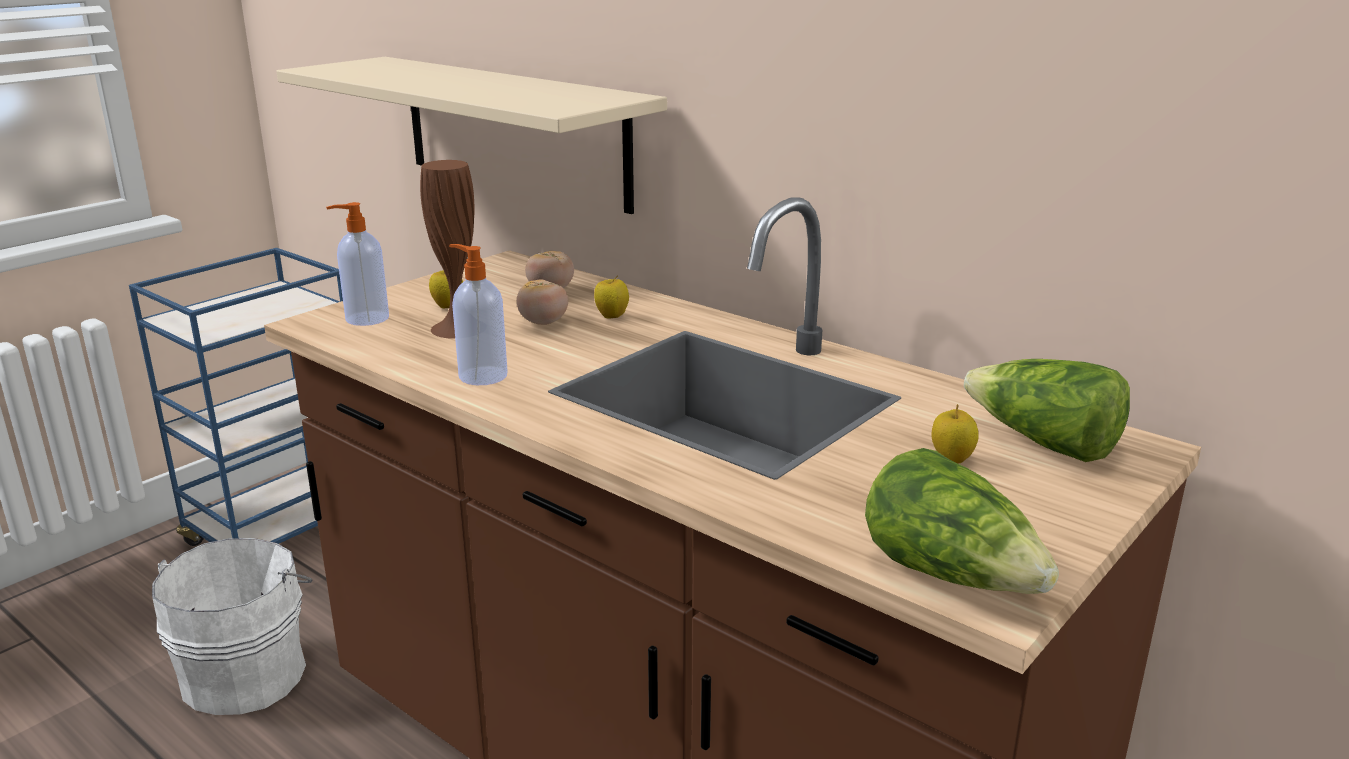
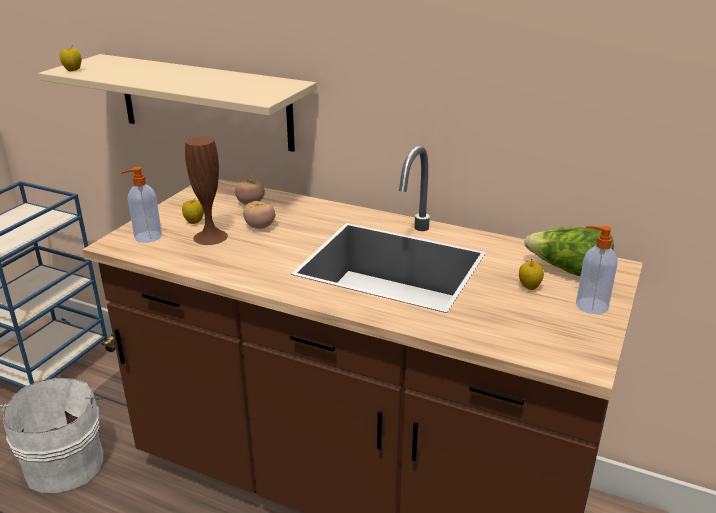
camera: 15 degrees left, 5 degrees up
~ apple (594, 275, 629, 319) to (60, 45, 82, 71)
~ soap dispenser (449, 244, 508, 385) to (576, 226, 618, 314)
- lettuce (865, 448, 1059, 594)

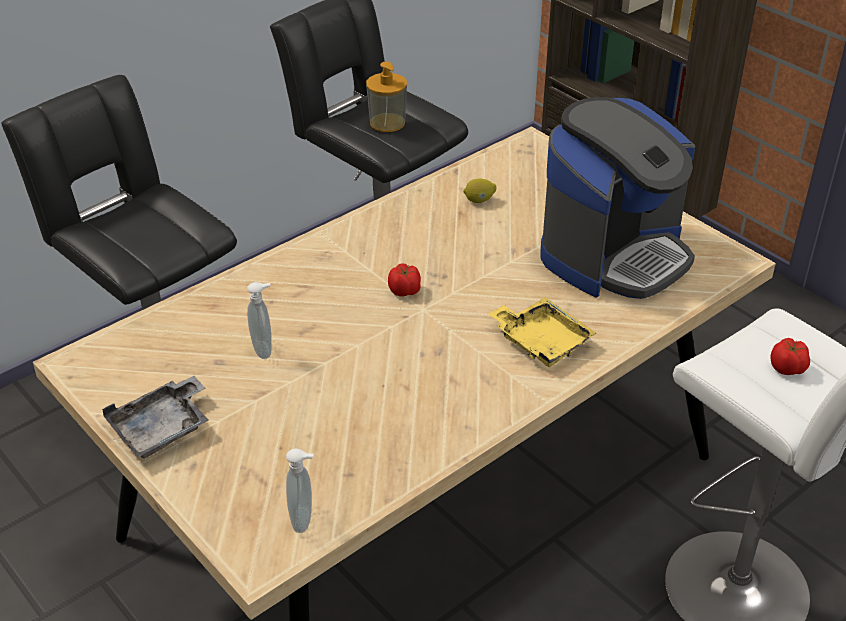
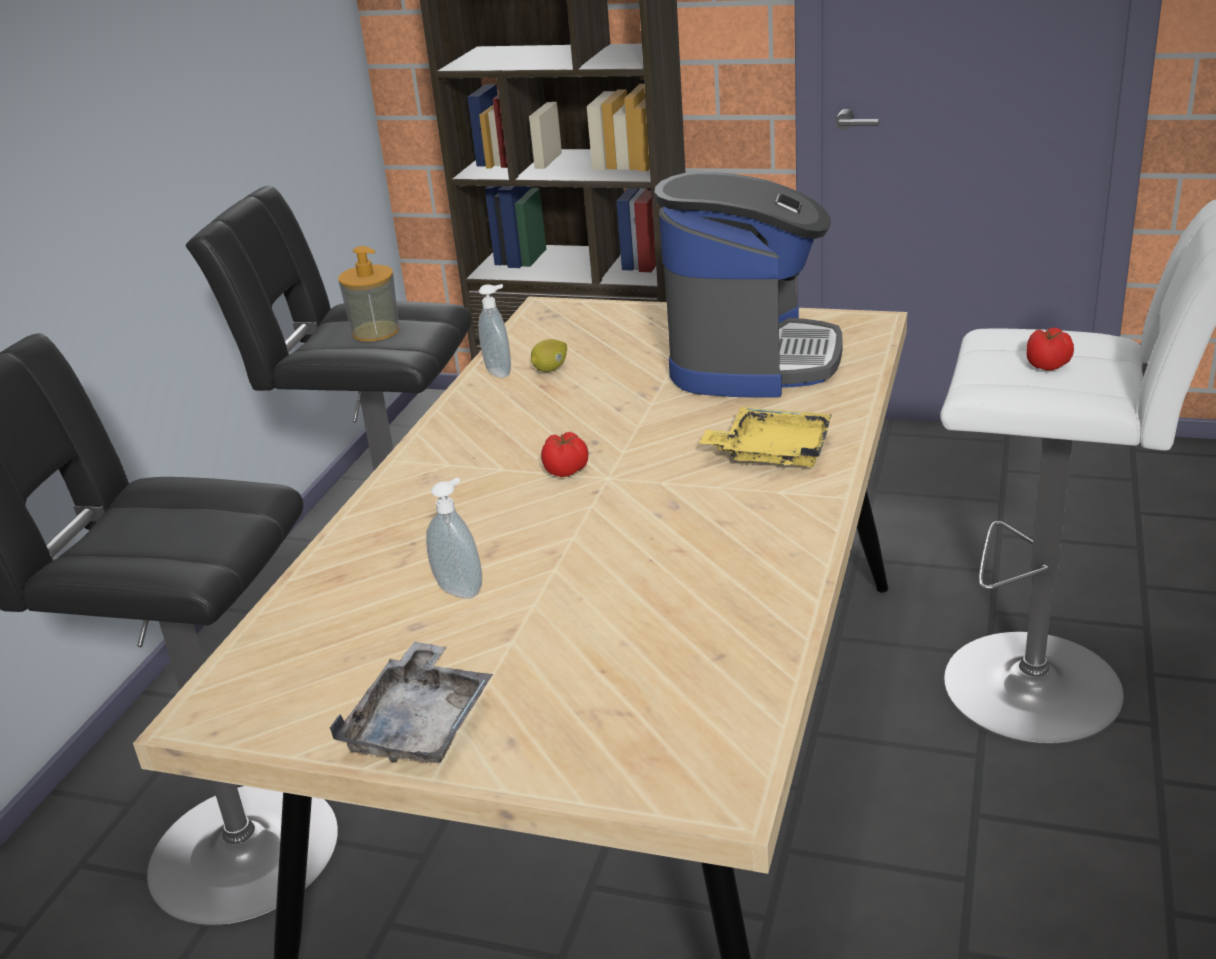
camera: 30 degrees left, 10 degrees down
~ soap dispenser (286, 448, 314, 533) to (478, 284, 511, 378)

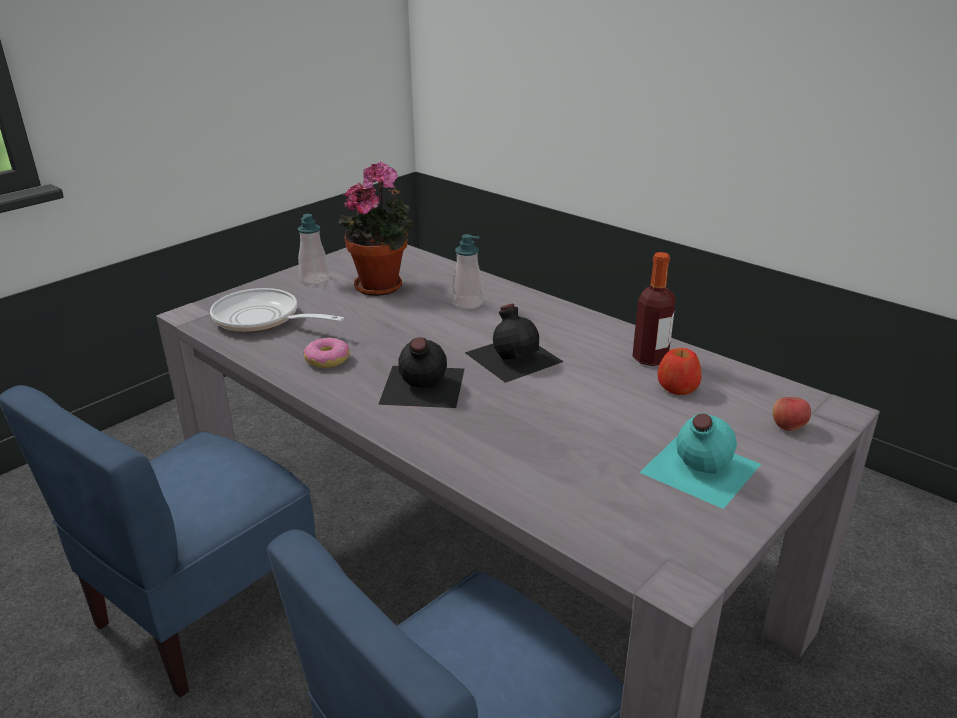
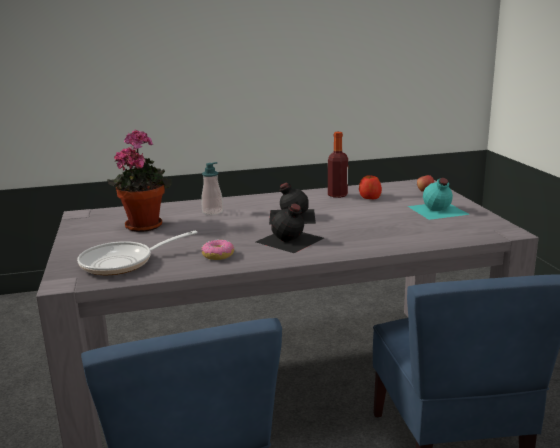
camera: 55 degrees left, 10 degrees down
- soap dispenser (298, 214, 329, 284)

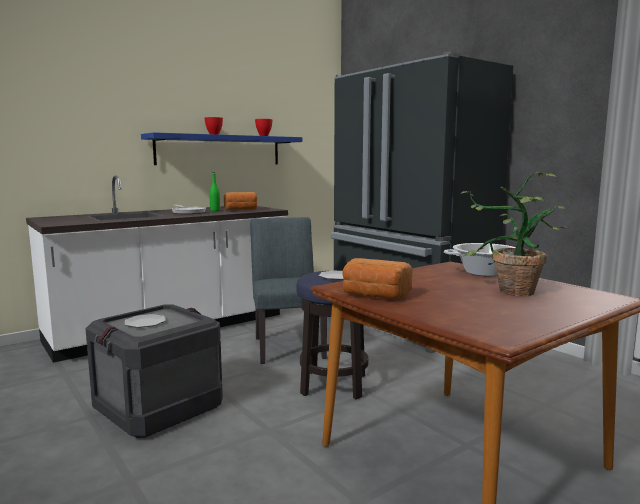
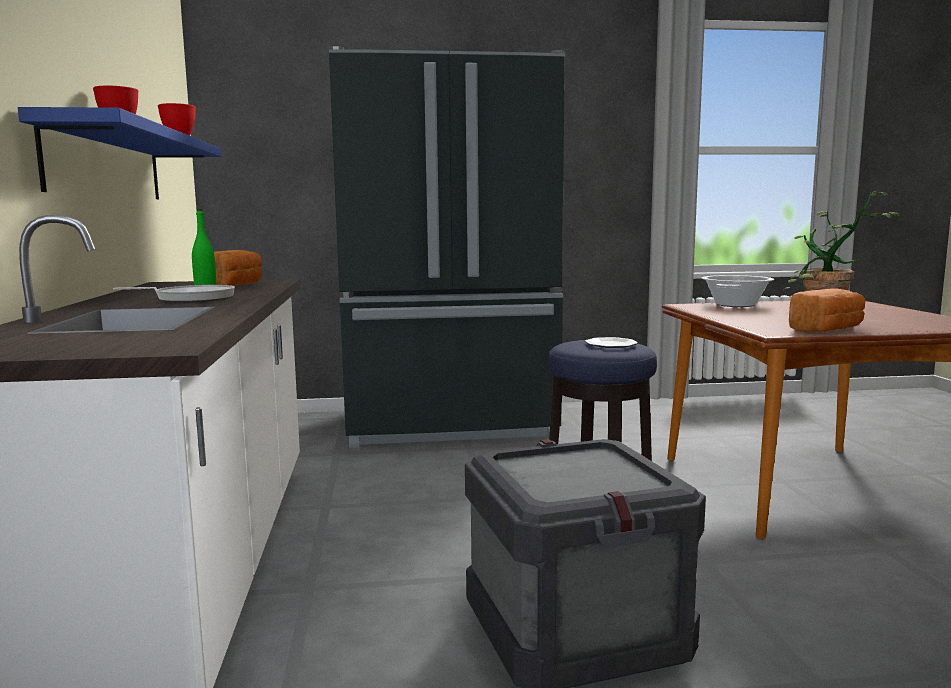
camera: 60 degrees left, 0 degrees up
- plate (125, 314, 166, 328)
- grey chair (250, 217, 327, 364)

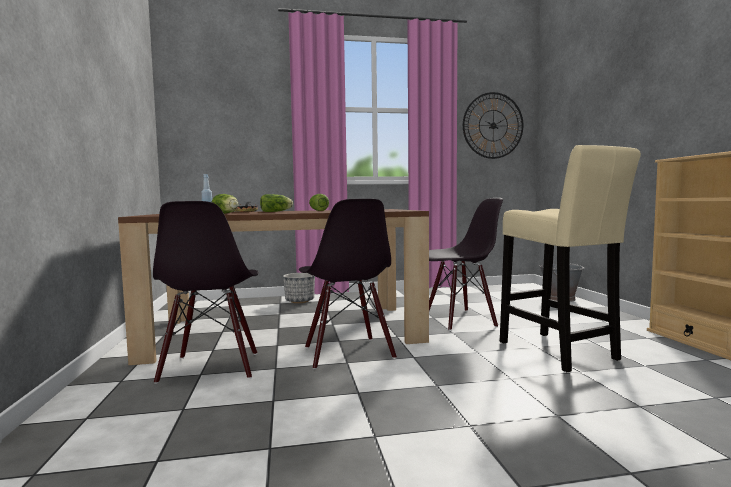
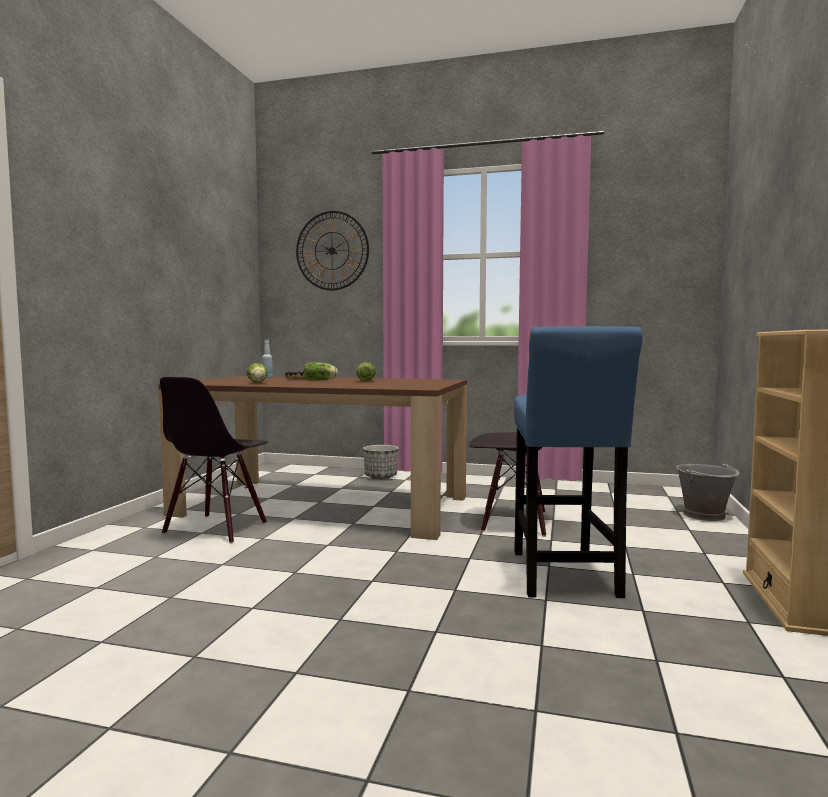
camera: 25 degrees right, 0 degrees up
~ wall clock (463, 92, 523, 159) to (296, 211, 369, 291)
~ beige stool (500, 145, 641, 372) to blue stool (514, 326, 643, 598)
- black chair (299, 199, 397, 369)

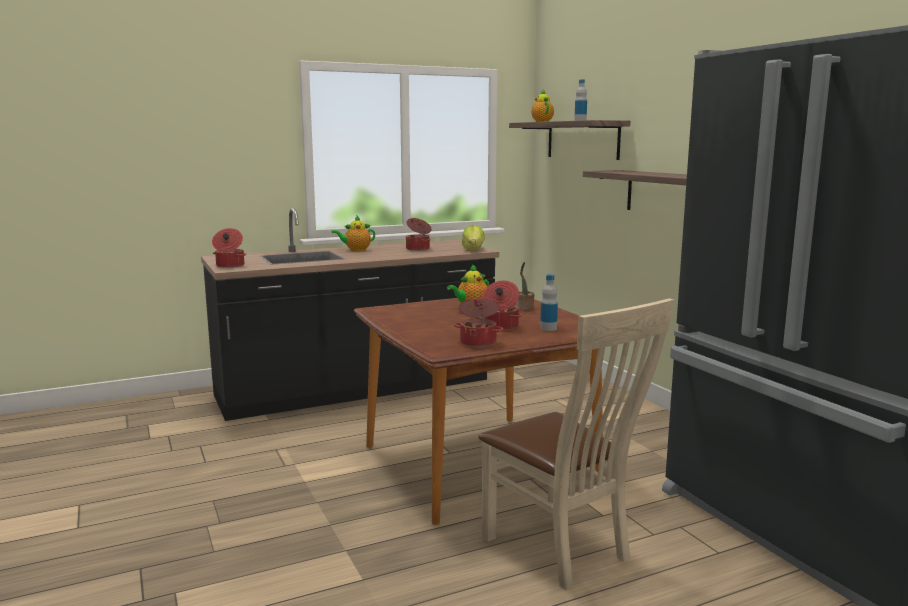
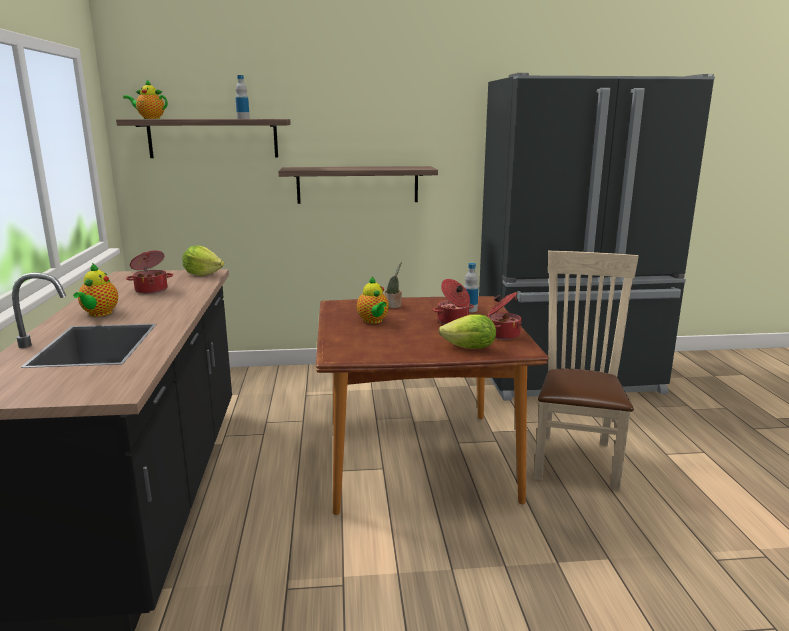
camera: 70 degrees left, 5 degrees up
+ lettuce (439, 314, 496, 349)
~ beige chair (478, 298, 674, 590) = (534, 251, 639, 491) 60 degrees counterclockwise
- cooking pot (212, 228, 246, 268)

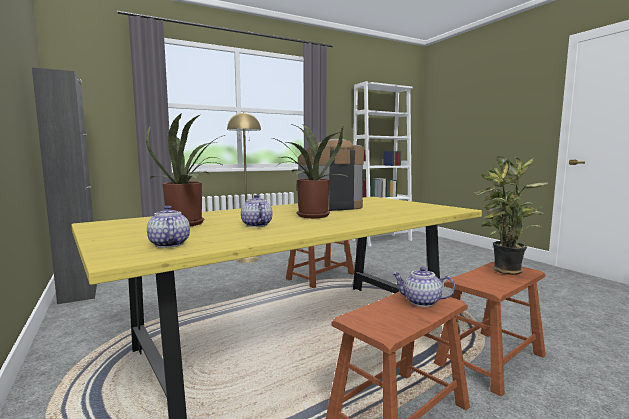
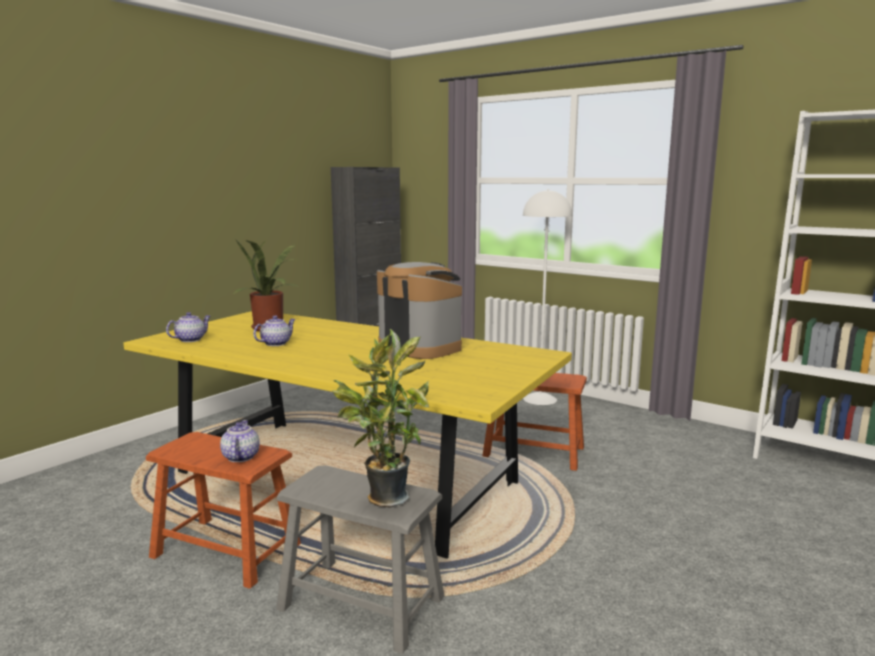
camera: 65 degrees right, 5 degrees up
~ brown stool (434, 262, 546, 397) to grey stool (276, 465, 444, 654)
~ yellow floor lamp (227, 112, 261, 263) to white floor lamp (523, 189, 572, 405)
- potted plant (272, 124, 349, 218)

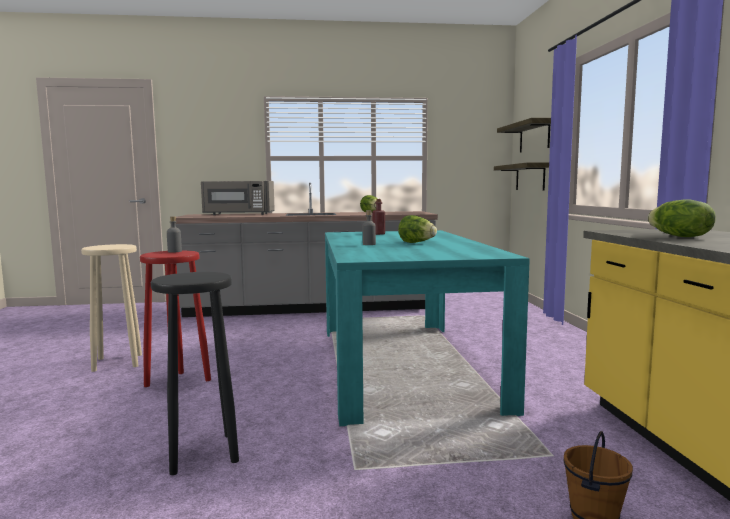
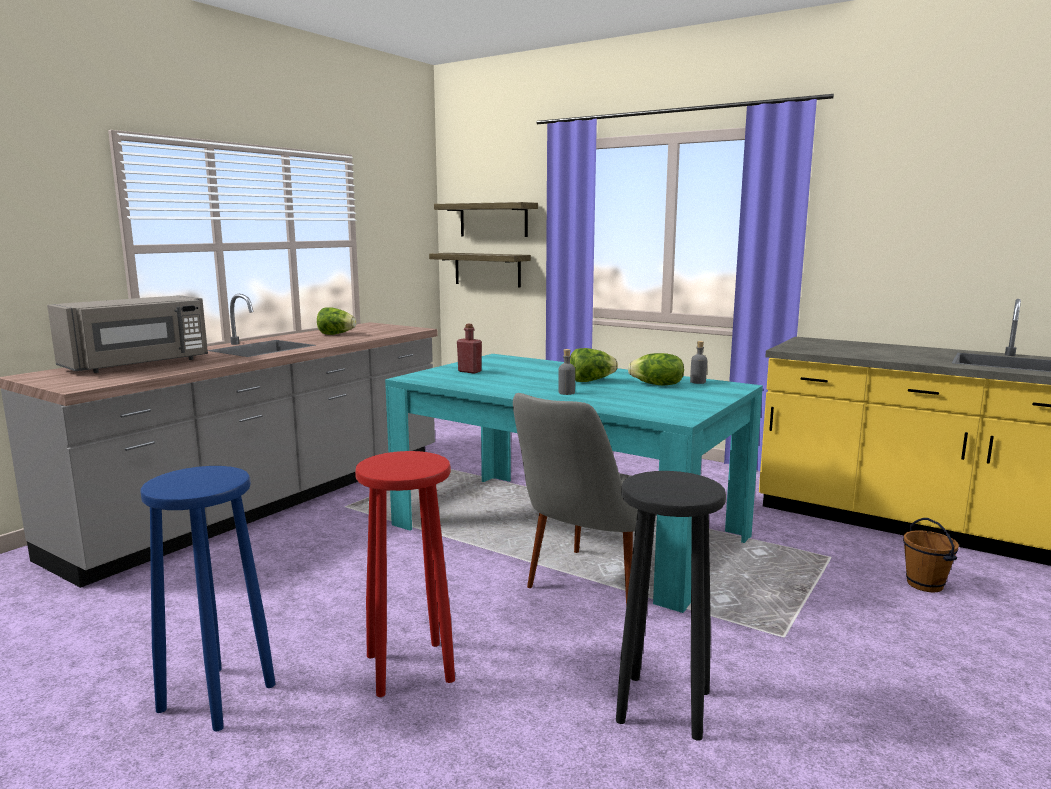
camera: 50 degrees left, 5 degrees up
~ beige stool (81, 244, 142, 372) to blue stool (140, 466, 276, 731)
+ grey chair (513, 393, 657, 606)
~ lettuce (648, 199, 716, 237) to (628, 353, 684, 386)
~ grey bottle (167, 216, 182, 253) to (690, 341, 707, 384)

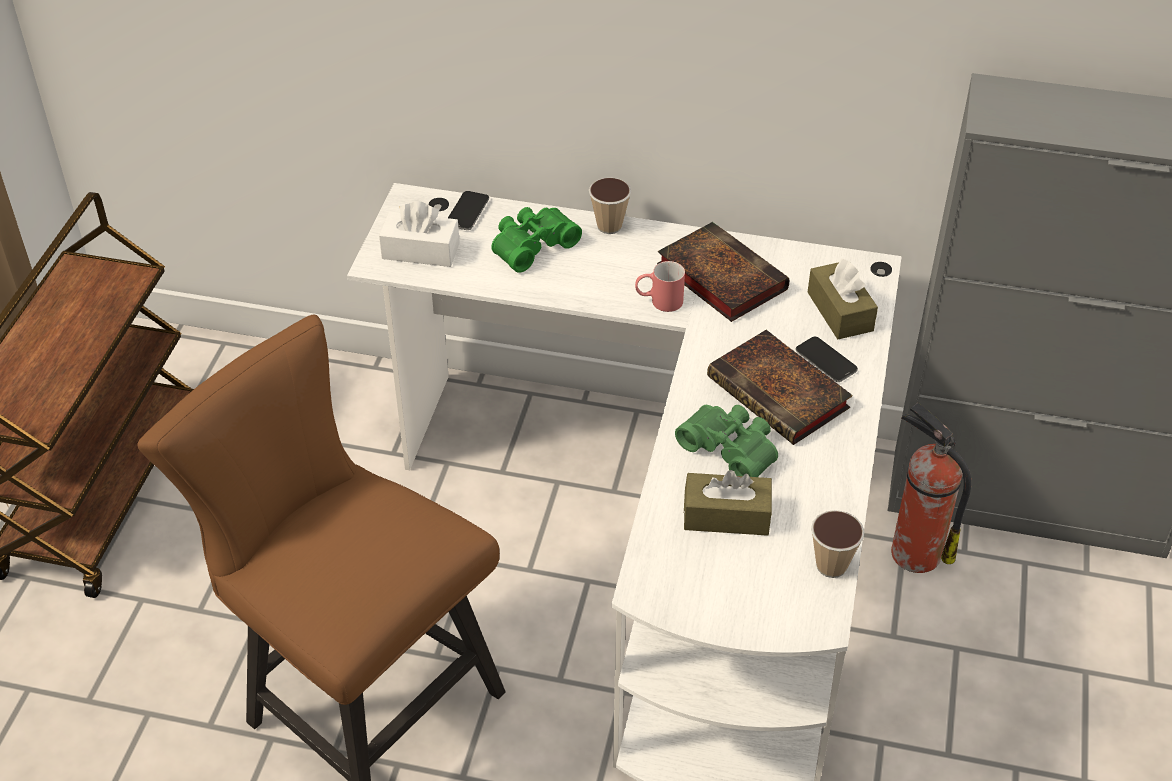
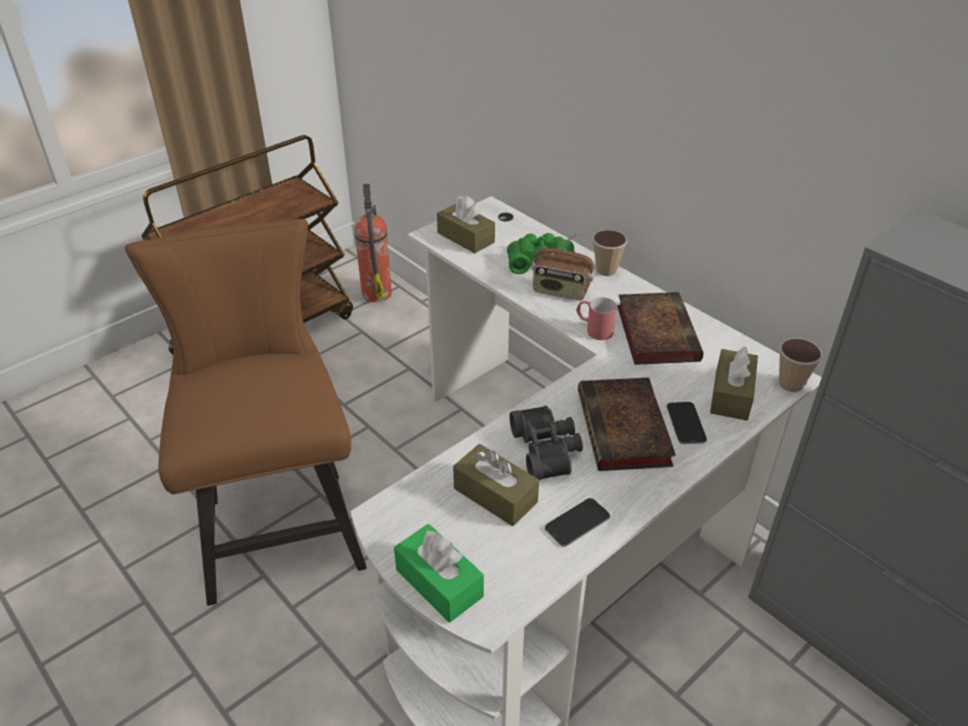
camera: 35 degrees right, 5 degrees down
~ fire extinguisher (891, 403, 971, 573) to (354, 184, 392, 302)
+ green tissue box (394, 524, 484, 623)
~ white tissue box (379, 201, 460, 267) to brown tissue box (437, 196, 495, 253)
~ green binoculars (675, 405, 778, 477) to black binoculars (509, 406, 583, 480)
+ radio (532, 233, 595, 300)
~ phone (448, 191, 489, 230) to (545, 498, 610, 547)
~ cup (811, 510, 865, 578) to (779, 338, 823, 392)

